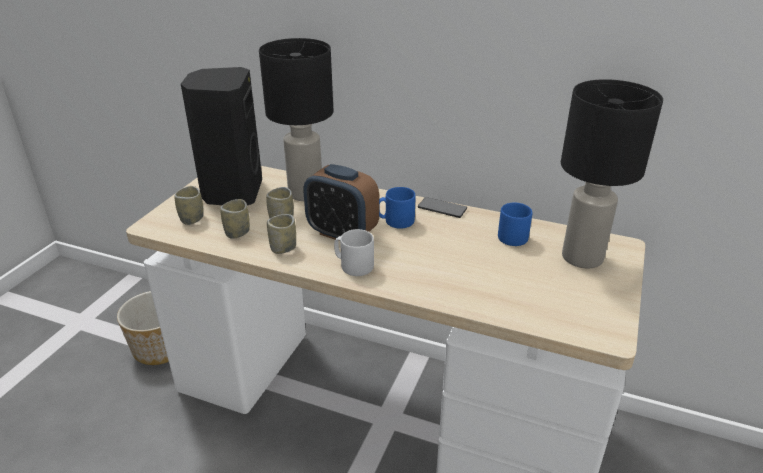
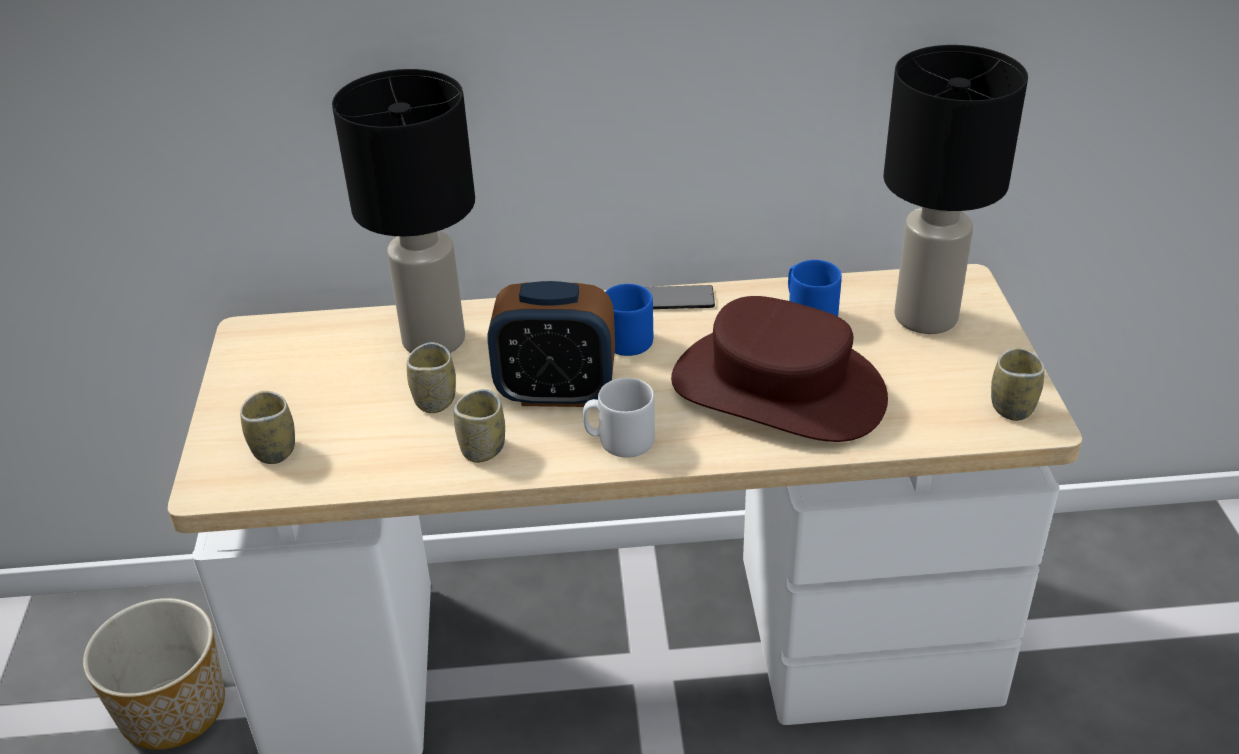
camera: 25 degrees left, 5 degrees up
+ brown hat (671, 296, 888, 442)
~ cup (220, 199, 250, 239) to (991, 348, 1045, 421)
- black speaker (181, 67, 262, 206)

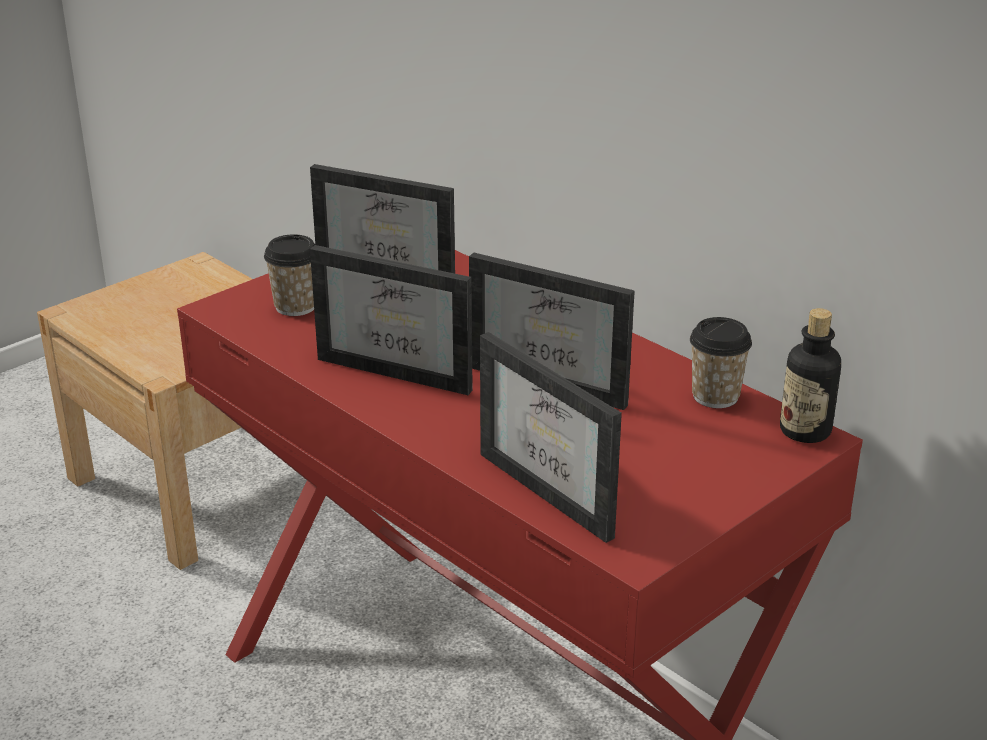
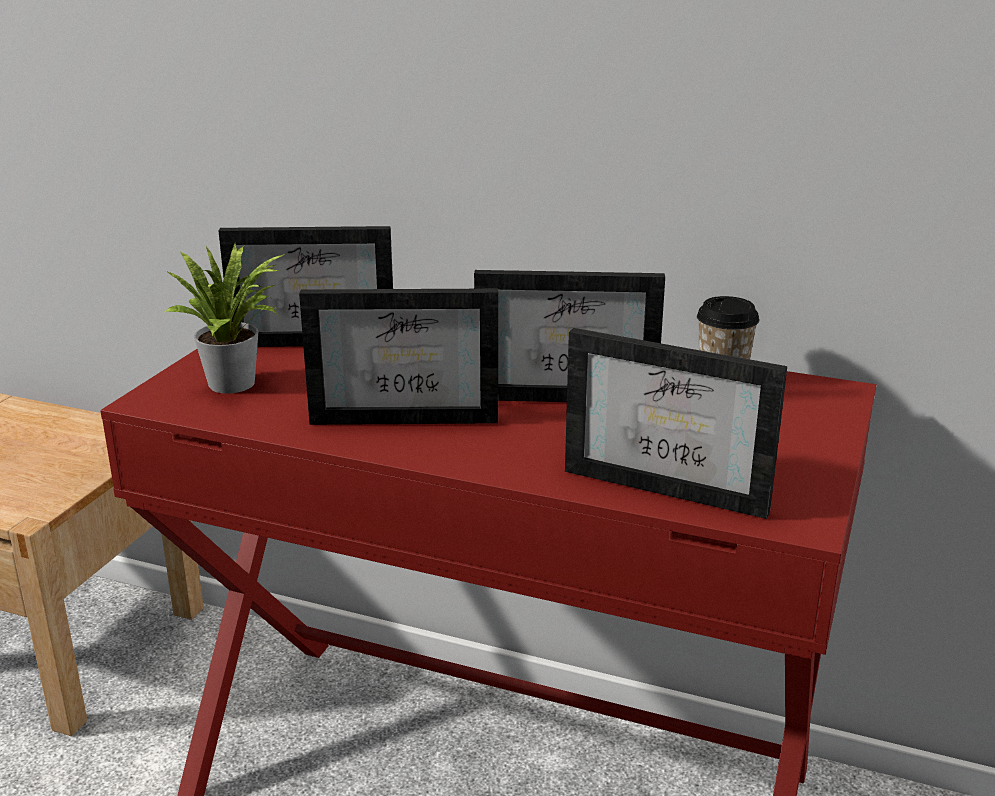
camera: 25 degrees left, 5 degrees down
~ cup (264, 234, 315, 316) to potted plant (166, 242, 285, 394)
- bottle (780, 308, 841, 443)

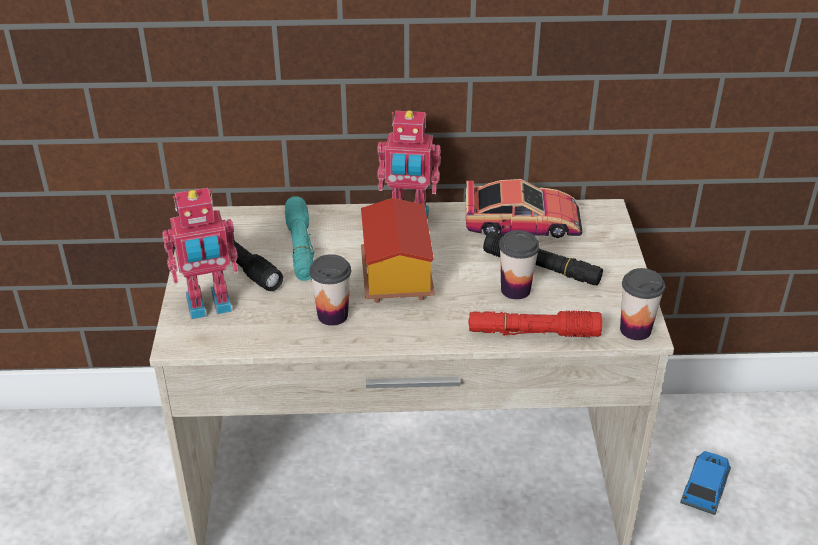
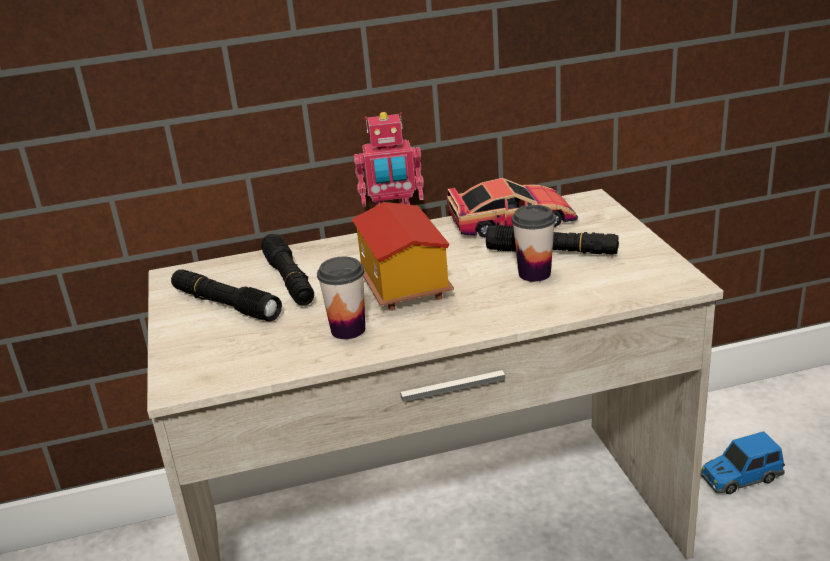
camera: 10 degrees left, 10 degrees down
~ turquoise flashlight (285, 196, 314, 281) to black flashlight (261, 234, 314, 306)
~ toy car (680, 451, 731, 515) = (700, 431, 785, 494) 120 degrees counterclockwise
- toy robot (162, 188, 238, 319)
- red flashlight (468, 310, 602, 337)
- cup (620, 268, 665, 340)

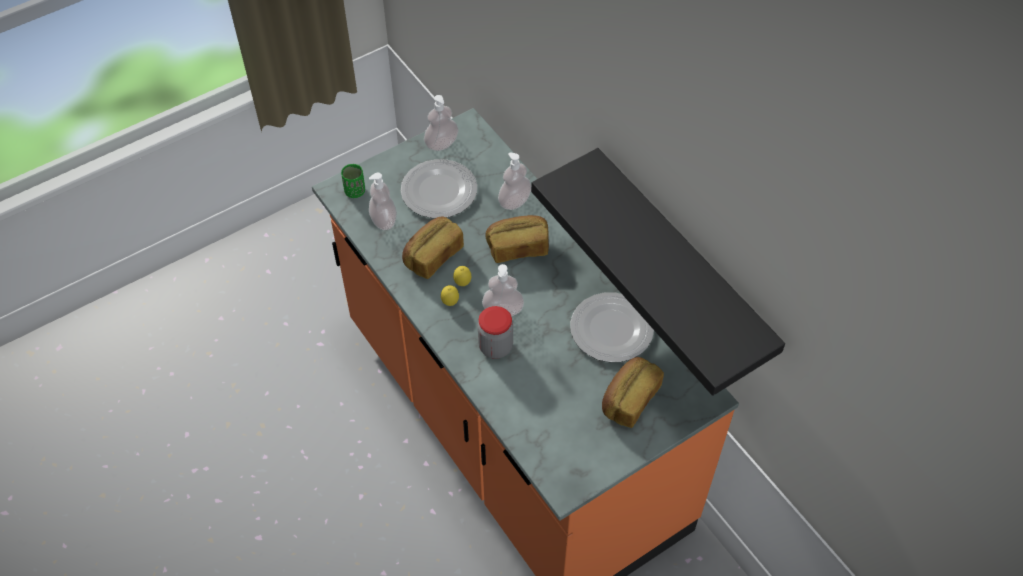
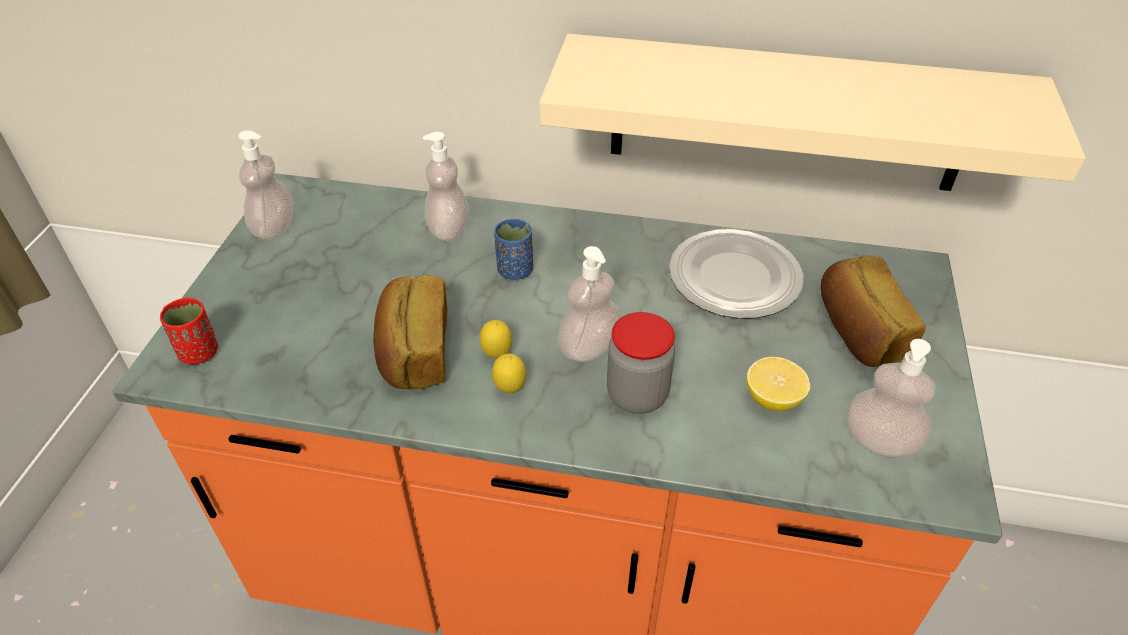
camera: 45 degrees left, 10 degrees down
~ green cup (341, 164, 365, 198) to red cup (160, 298, 218, 364)
~ bread (485, 215, 549, 263) to blue cup (494, 219, 533, 280)
~ black shelf (531, 148, 785, 396) to beige shelf (539, 34, 1086, 191)
+ lemon (747, 357, 810, 412)
~ soap dispenser (369, 173, 397, 230) to (846, 339, 936, 457)
- plate (401, 159, 477, 218)

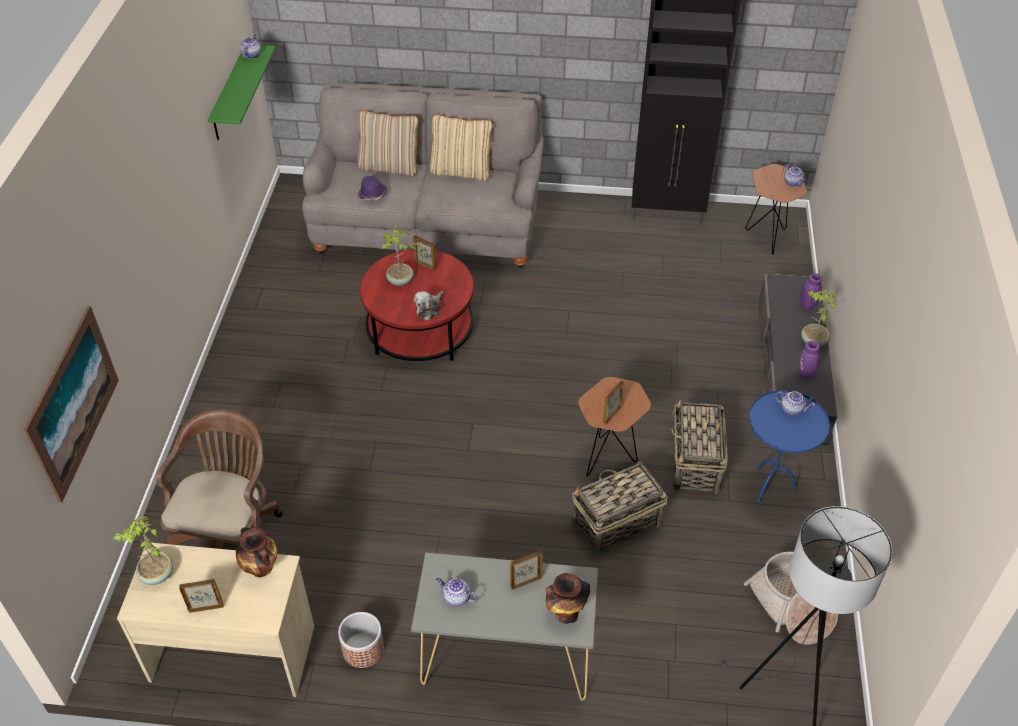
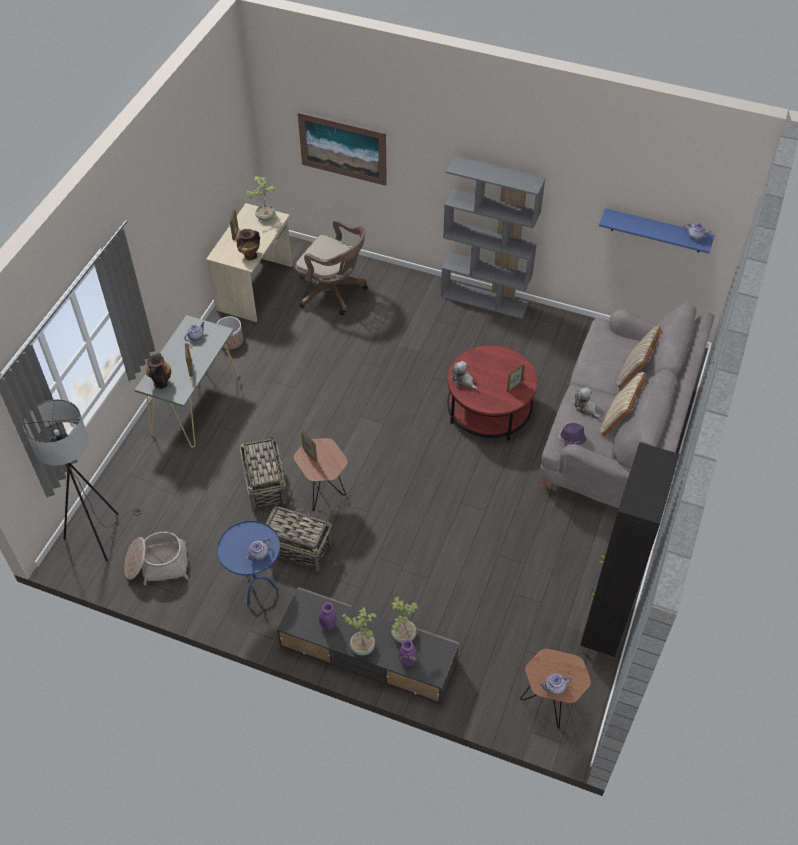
camera: 105 degrees right, 5 degrees up
~ potted plant (381, 224, 420, 286) to (391, 597, 419, 643)
+ grey bookcase (441, 156, 546, 319)
~ purple hat (358, 176, 387, 200) to (559, 423, 586, 445)
+ plush toy (574, 387, 600, 419)
~ green shelf (208, 45, 276, 140) to blue shelf (599, 208, 715, 253)

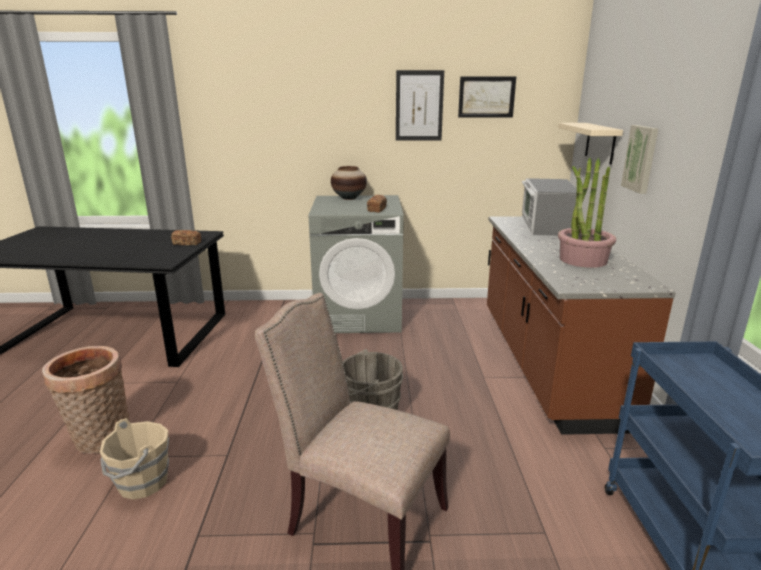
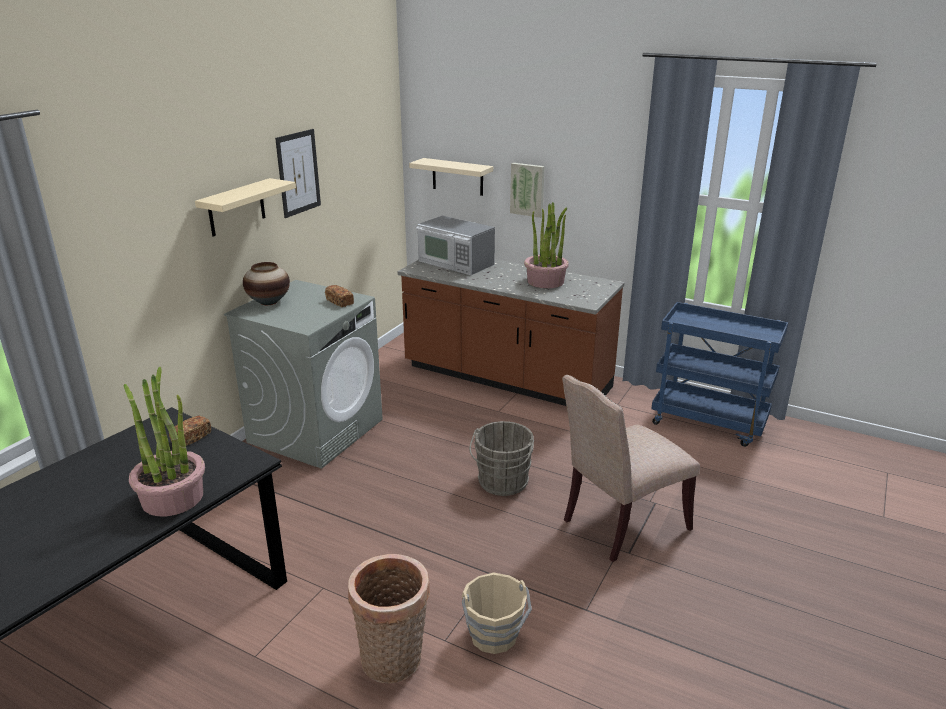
camera: 60 degrees left, 5 degrees up
+ potted plant (123, 367, 205, 516)
+ beige shelf (195, 178, 296, 237)
- picture (458, 77, 516, 118)

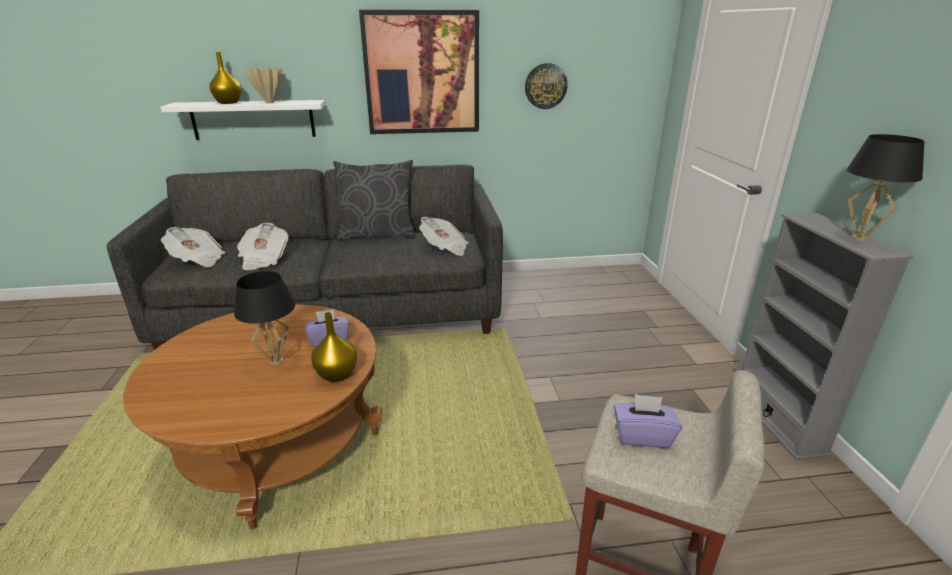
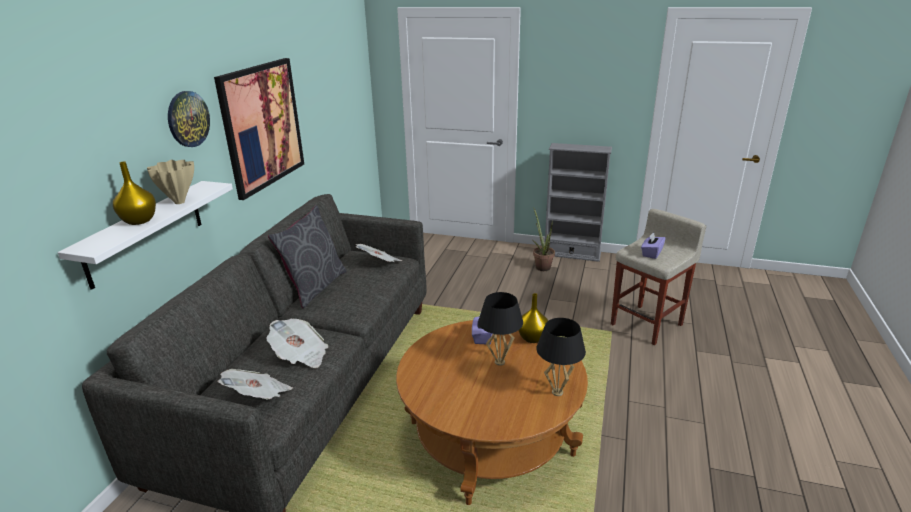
camera: 65 degrees left, 0 degrees up
~ wall clock (525, 63, 568, 109) to (168, 91, 210, 147)
+ potted plant (532, 207, 555, 271)
~ black table lamp (847, 134, 925, 241) to (536, 318, 586, 396)

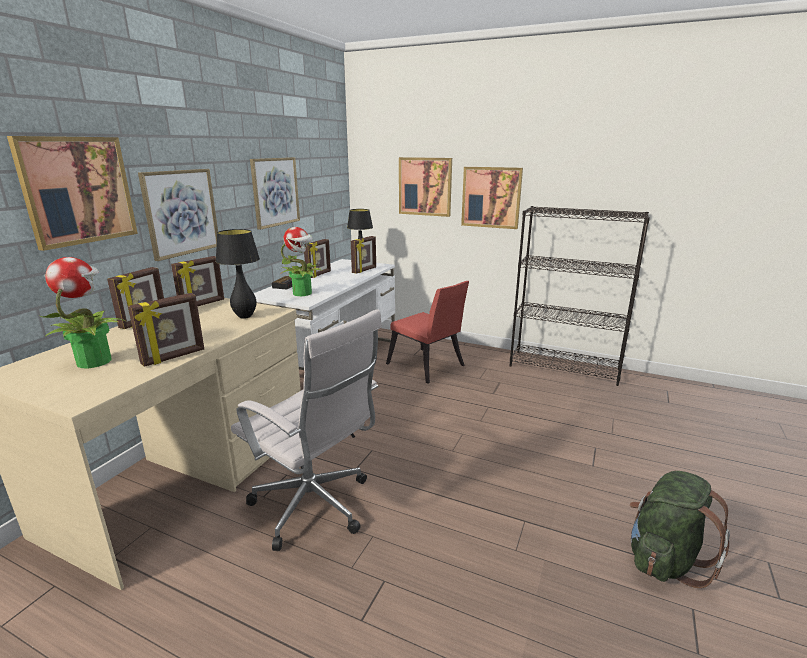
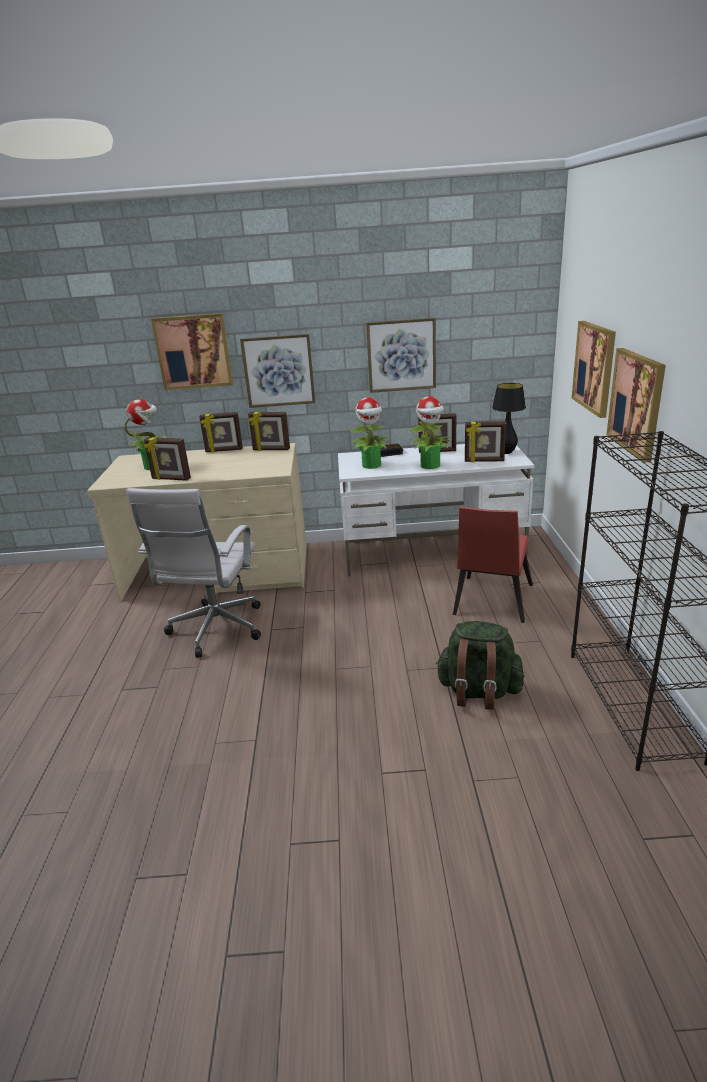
camera: 65 degrees right, 5 degrees up
+ potted plant (409, 396, 450, 469)
~ green backpack (630, 471, 730, 588) to (435, 621, 525, 710)
- black table lamp (216, 229, 260, 319)

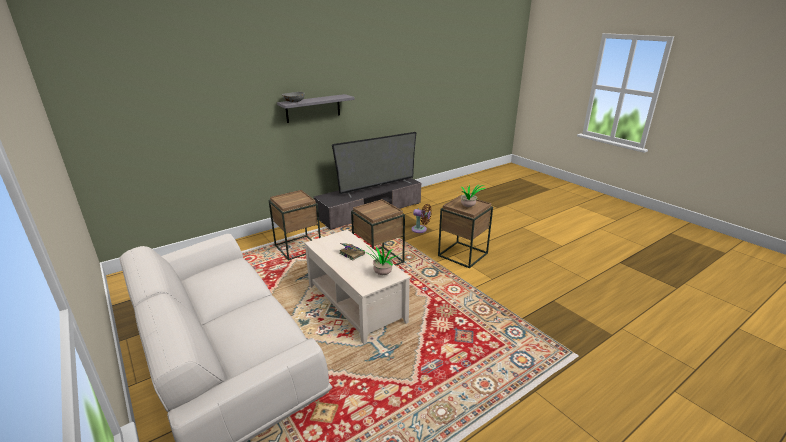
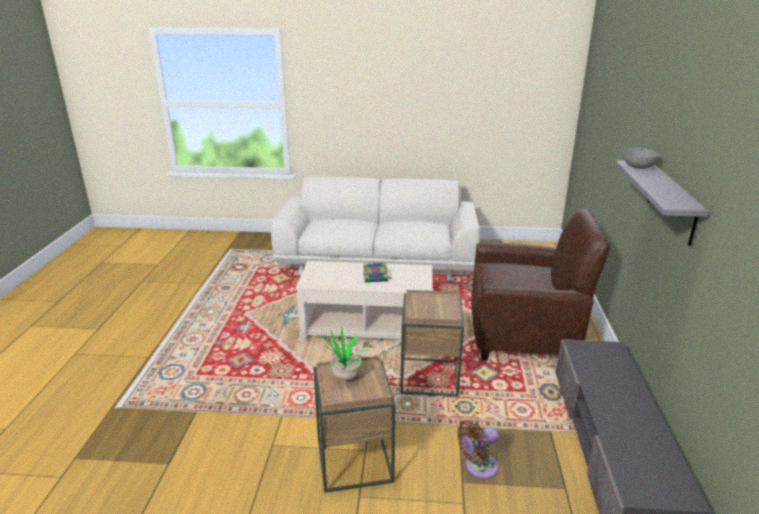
camera: 130 degrees right, 0 degrees up
~ brown side table (268, 190, 321, 260) to brown armchair (471, 208, 610, 361)
- television (332, 132, 416, 198)
- potted plant (362, 247, 398, 275)

